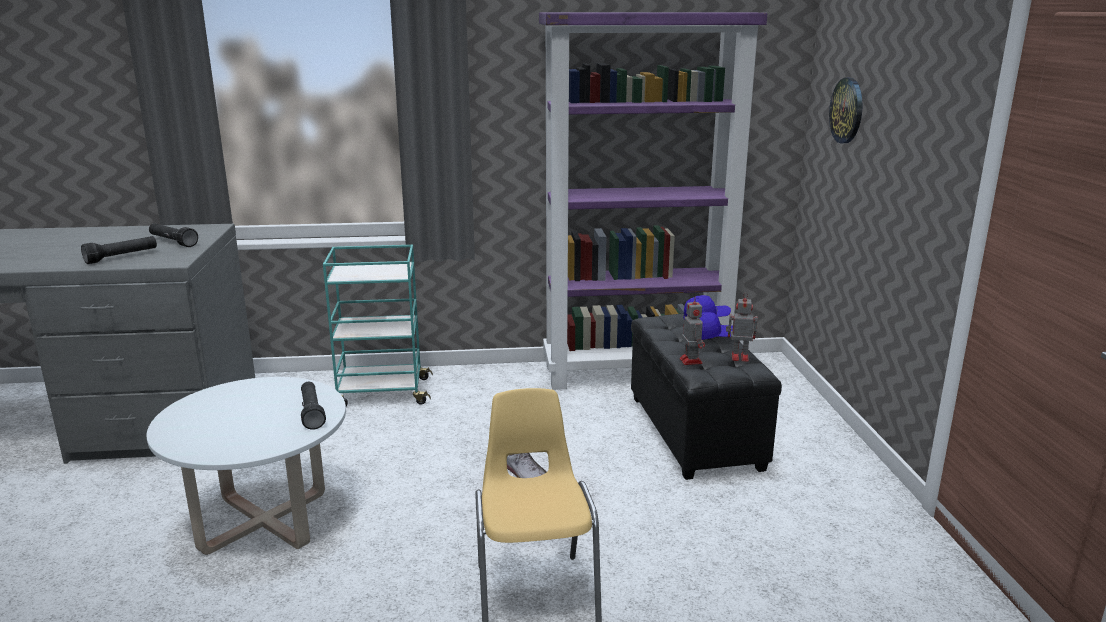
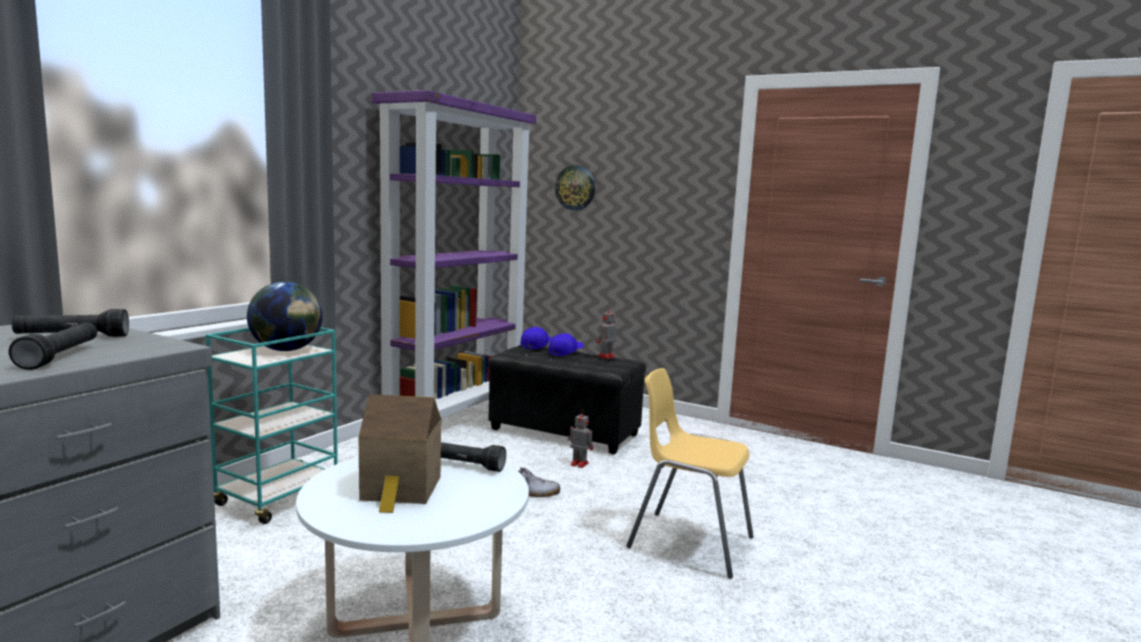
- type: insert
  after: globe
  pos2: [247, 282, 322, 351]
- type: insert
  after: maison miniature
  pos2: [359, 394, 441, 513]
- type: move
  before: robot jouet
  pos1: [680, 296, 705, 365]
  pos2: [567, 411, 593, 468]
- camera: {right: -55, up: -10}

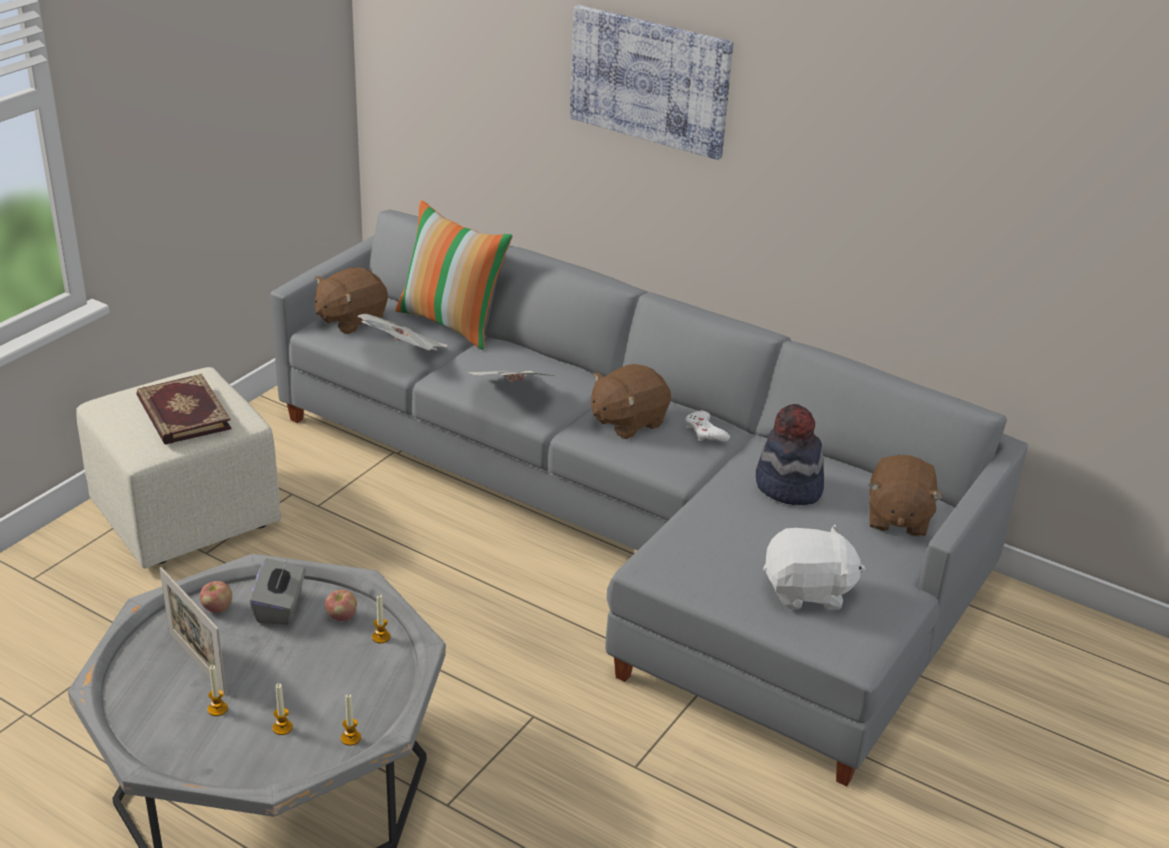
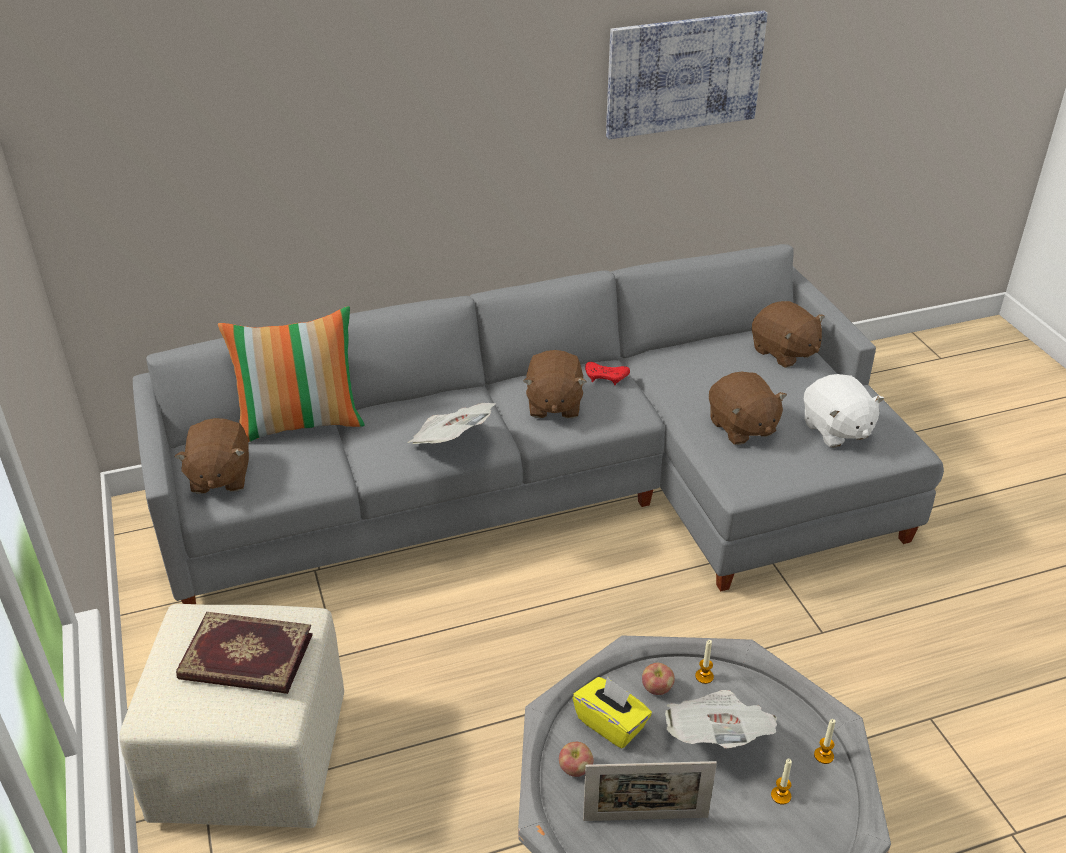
- type: delete
  before: bougie
  pos1: [208, 665, 228, 716]
- type: delete
  before: chapeau
  pos1: [756, 404, 824, 505]
- type: insert
  after: peluche (marron)
  pos2: [709, 372, 787, 445]
- type: move
  before: journal
  pos1: [358, 314, 448, 350]
  pos2: [665, 690, 777, 748]
- type: move
  before: tableau
  pos1: [570, 5, 733, 160]
  pos2: [606, 11, 768, 139]
- type: recolor
  before: boîte à mouchoirs (gris)
  after: boîte à mouchoirs (jaune)
  pos1: [250, 558, 305, 625]
  pos2: [572, 677, 652, 748]
- type: recolor
  before: manette (blanc)
  after: manette (rouge)
  pos1: [685, 411, 730, 442]
  pos2: [585, 362, 630, 385]
- type: rotate
  before: peluche (blanc)
  pos1: [763, 524, 865, 610]
  pos2: [804, 374, 884, 448]
  turn: 120
- camera: {right: -50, up: 5}

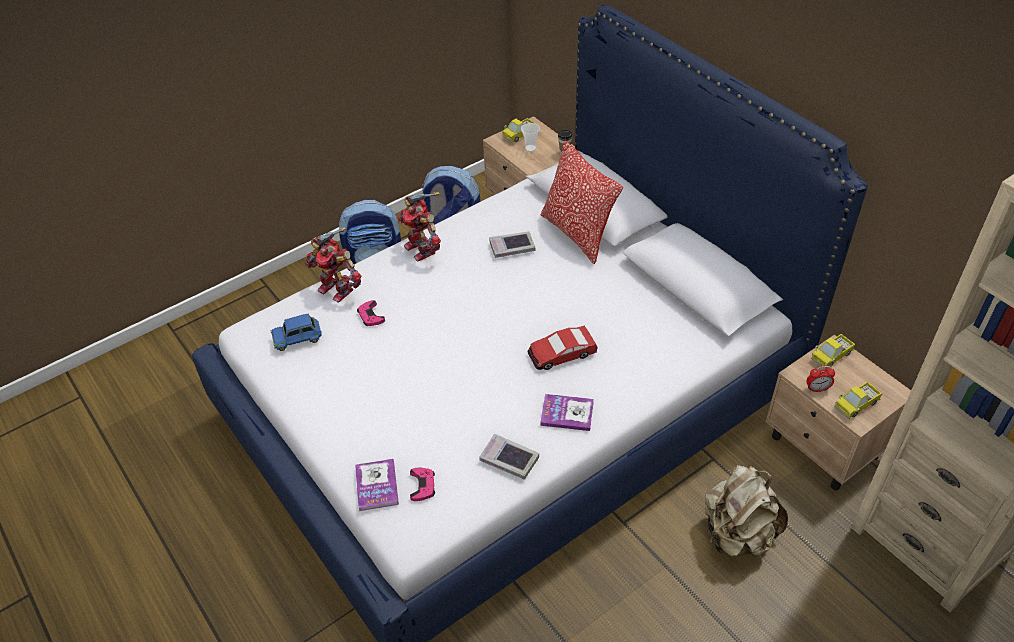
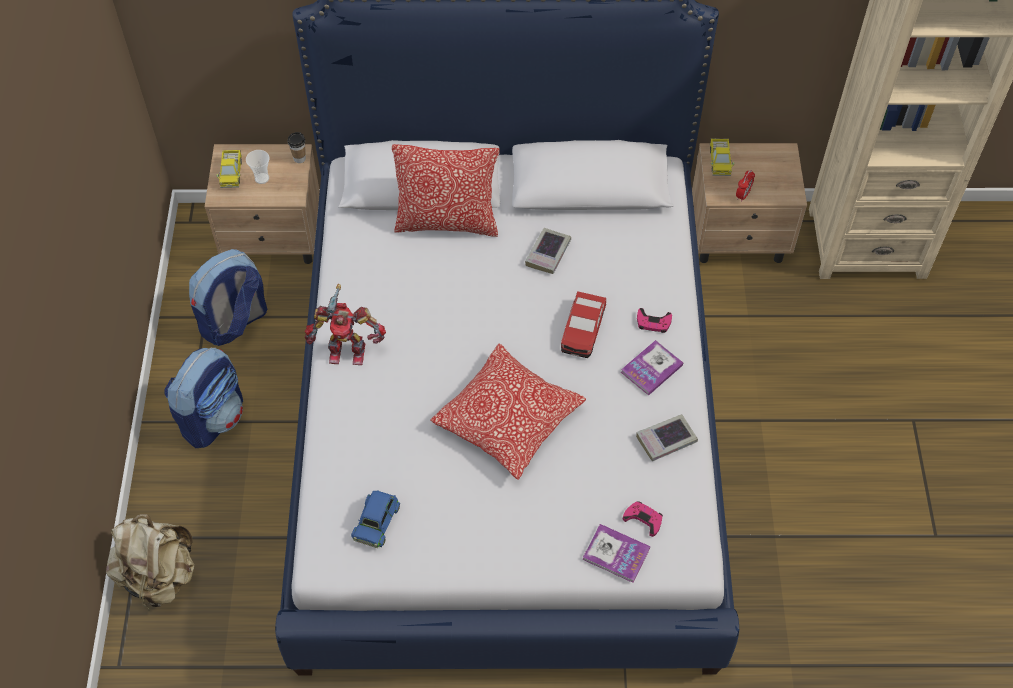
- type: delete
  before: robot jouet
  pos1: [305, 227, 361, 302]
- type: delete
  before: camion jouet
  pos1: [834, 382, 882, 419]
- type: insert
  after: coussin
  pos2: [431, 343, 586, 480]
- type: move
  before: manette (rose)
  pos1: [357, 300, 385, 326]
  pos2: [637, 308, 672, 333]
- type: move
  before: livre
  pos1: [489, 232, 536, 258]
  pos2: [525, 228, 571, 274]
- type: move
  before: sac à dos (beige)
  pos1: [705, 465, 788, 557]
  pos2: [106, 514, 194, 610]
- camera: {right: -55, up: 10}

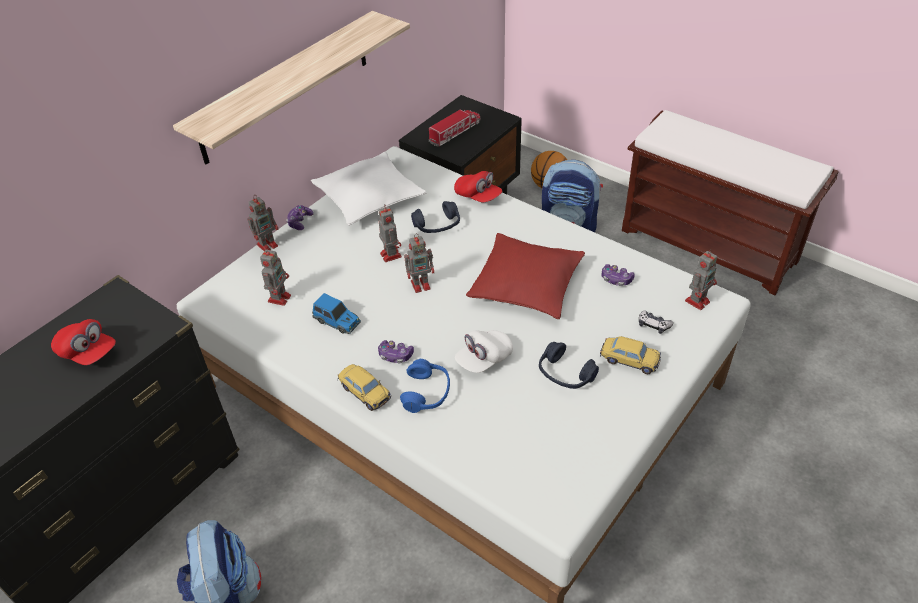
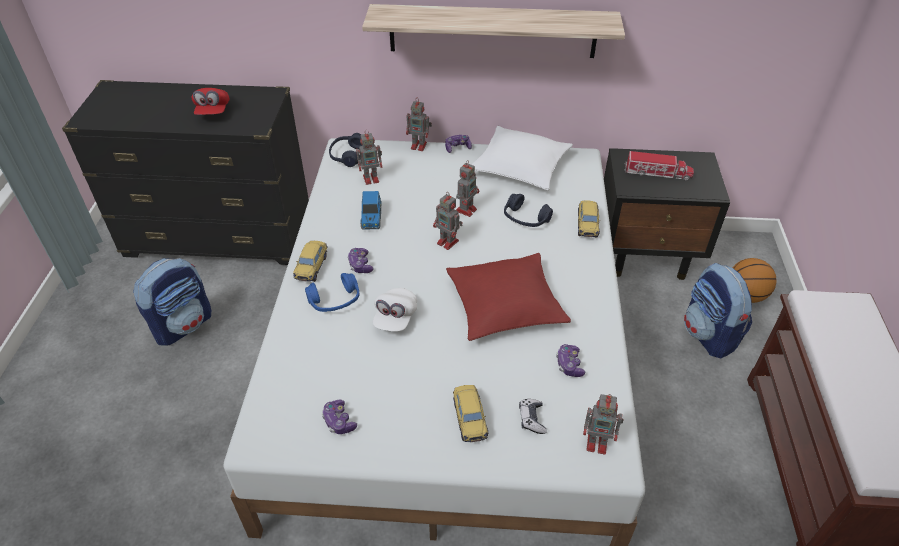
- type: insert
  after: manette
  pos2: [322, 400, 357, 434]
- type: move
  before: casque audio (bleu)
  pos1: [539, 342, 599, 389]
  pos2: [329, 133, 362, 167]
- type: replace
  before: casquette (rouge)
  after: petite voiture
  pos1: [454, 171, 502, 202]
  pos2: [578, 200, 600, 238]
- type: rotate
  before: casquette (blanc)
  pos1: [455, 330, 513, 373]
  pos2: [373, 288, 417, 331]
  turn: -90
- camera: {right: 55, up: 0}

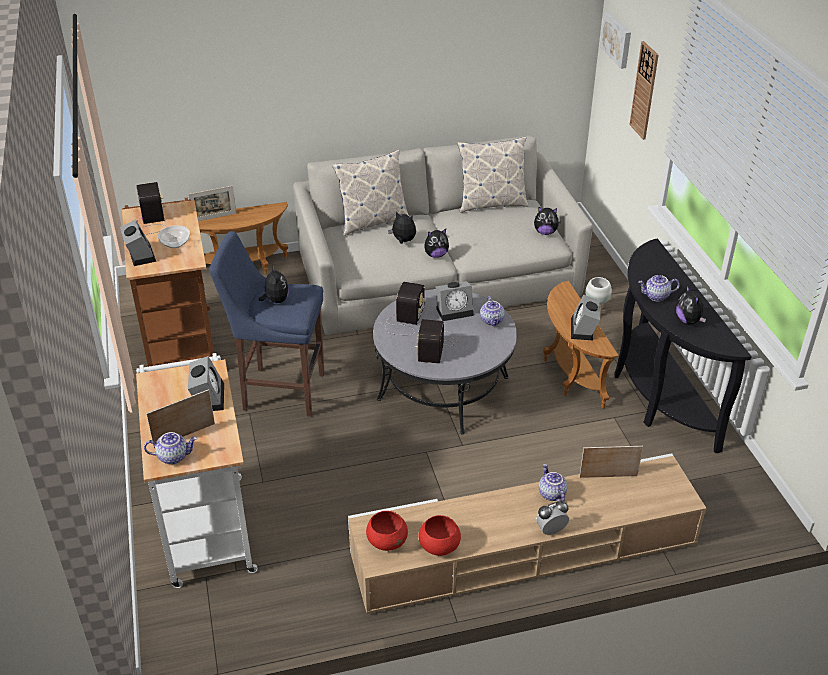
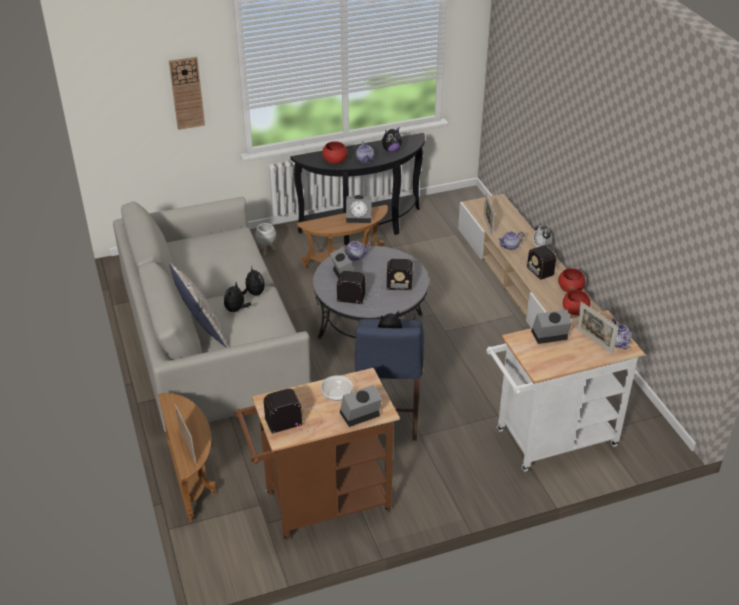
- type: delete
  before: coussin
  pos1: [457, 137, 528, 213]
- type: delete
  before: peluche
  pos1: [534, 207, 561, 235]
- type: delete
  before: tableau
  pos1: [600, 12, 631, 69]
- type: insert
  after: bol (rouge)
  pos2: [322, 141, 347, 164]
- type: insert
  after: radio
  pos2: [520, 245, 556, 280]
- camera: {right: -95, up: 0}

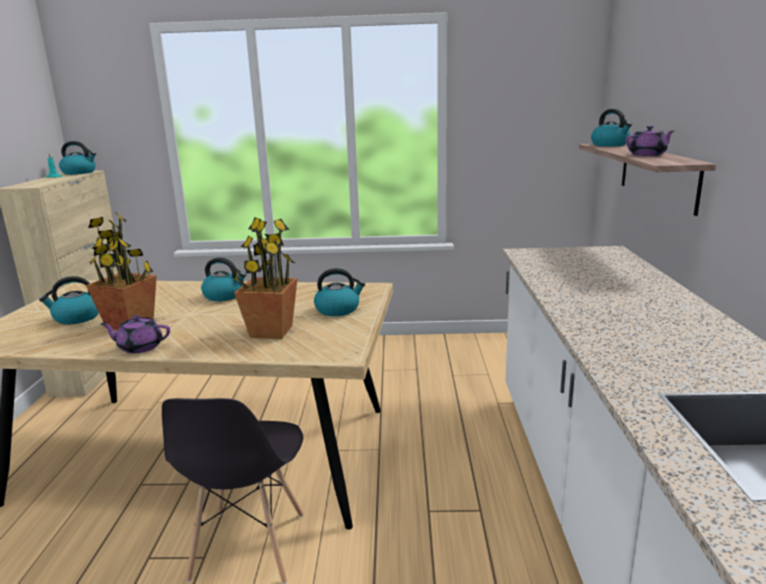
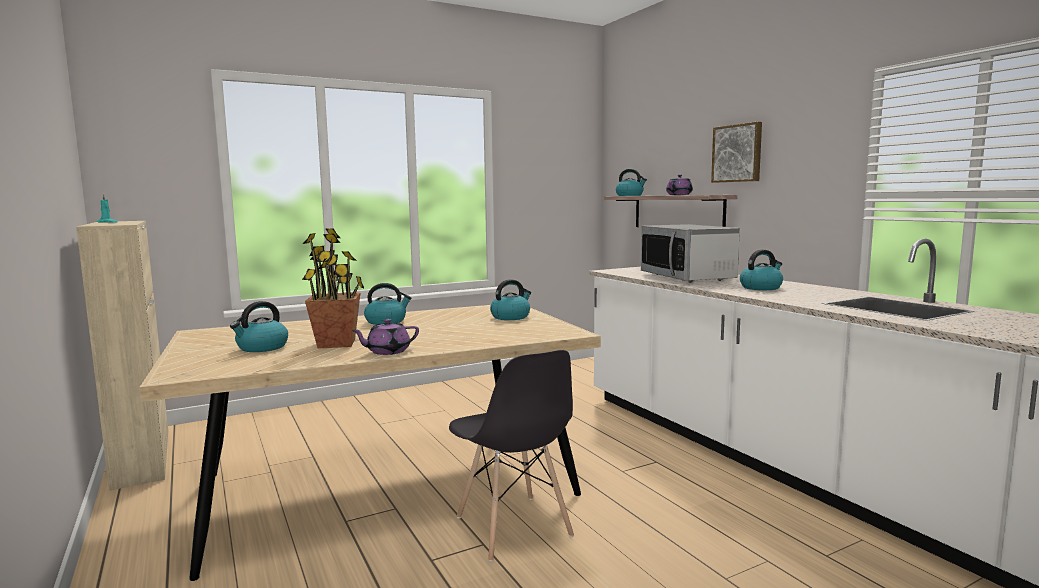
- type: delete
  before: plante en pot
  pos1: [234, 217, 298, 339]
- type: insert
  after: micro-ondes
  pos2: [641, 224, 740, 283]
- type: insert
  after: tableau
  pos2: [711, 122, 762, 183]
- type: move
  before: bouilloire
  pos1: [59, 141, 96, 175]
  pos2: [740, 250, 783, 290]
- camera: {right: -30, up: -10}

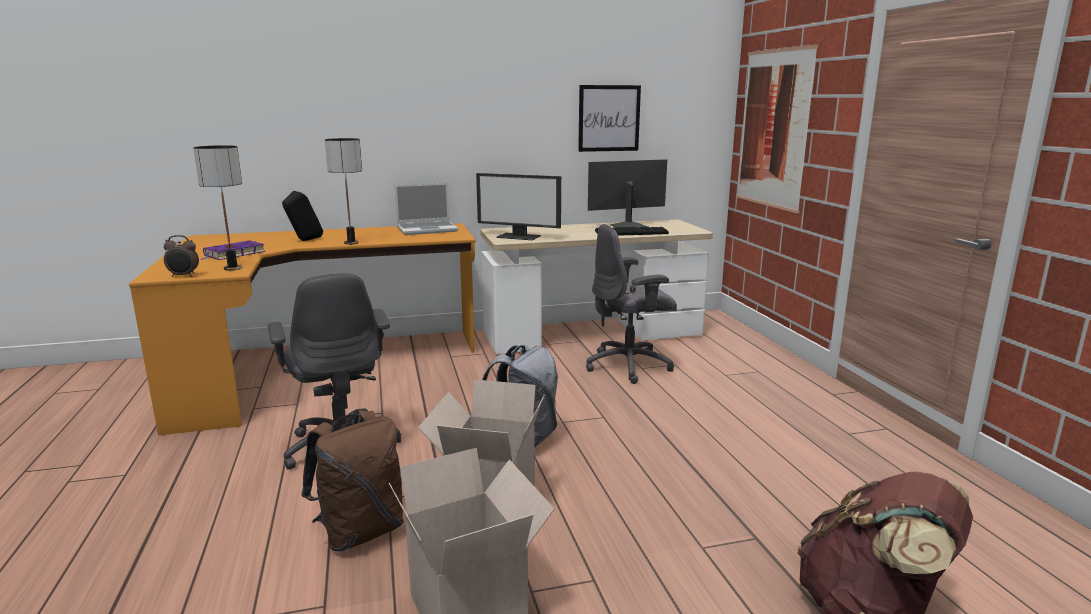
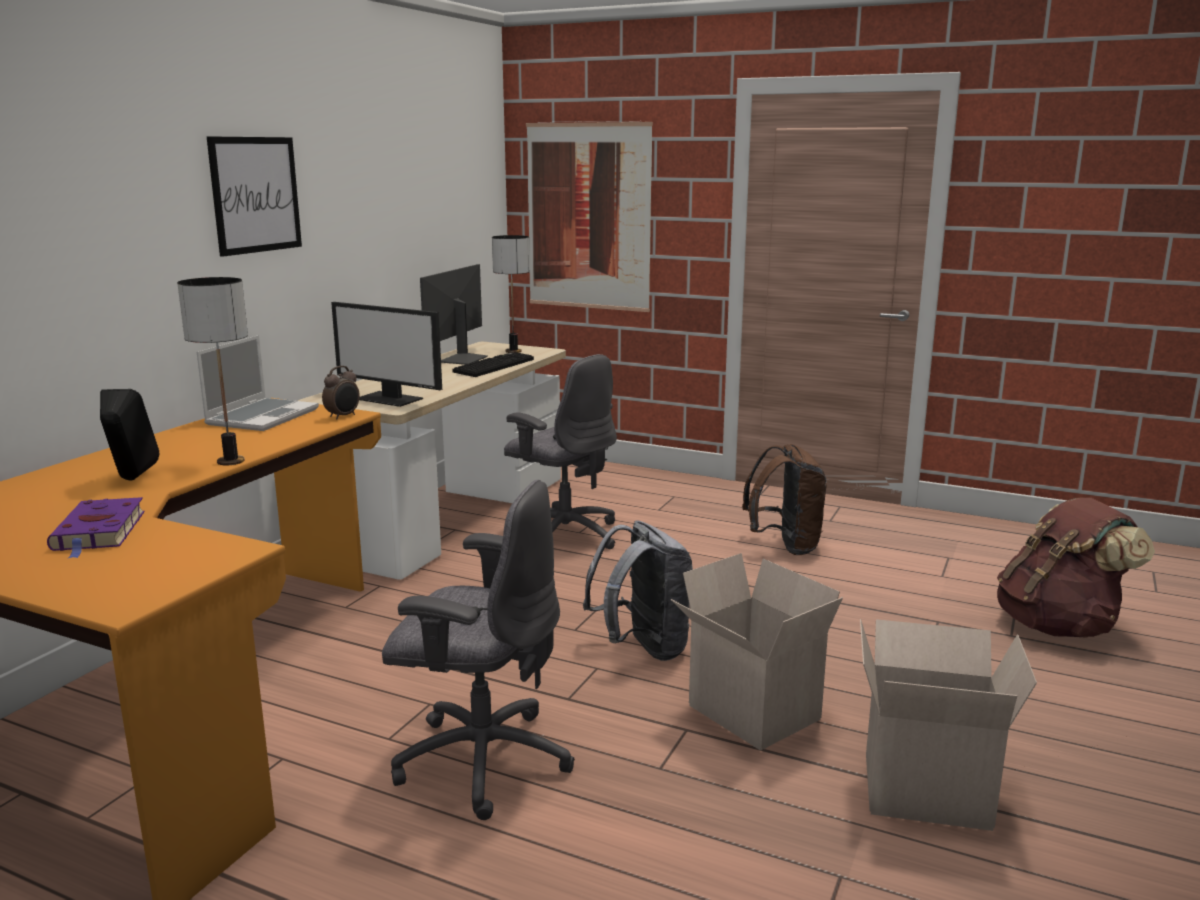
- type: move
  before: réveil
  pos1: [164, 235, 199, 277]
  pos2: [322, 366, 360, 420]
- type: move
  before: lampe de table
  pos1: [193, 145, 242, 271]
  pos2: [492, 235, 530, 353]
- type: move
  before: sac à dos (marron)
  pos1: [301, 410, 404, 551]
  pos2: [742, 444, 827, 555]
- type: move
  before: tableau
  pos1: [578, 85, 641, 152]
  pos2: [207, 136, 302, 257]
- type: rotate
  before: écran d'ordinateur
  pos1: [476, 173, 561, 240]
  pos2: [331, 302, 442, 407]
  turn: 60
- type: rotate
  before: chaise de bureau (gris)
  pos1: [586, 224, 677, 384]
  pos2: [504, 354, 617, 549]
  turn: -75
- camera: {right: -50, up: 0}

